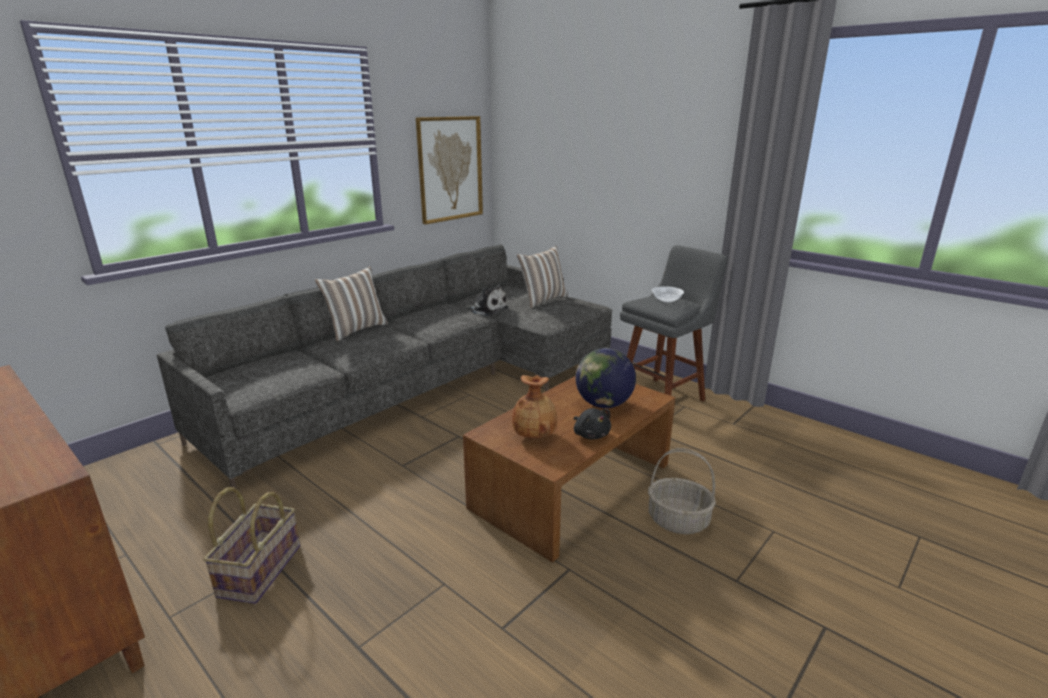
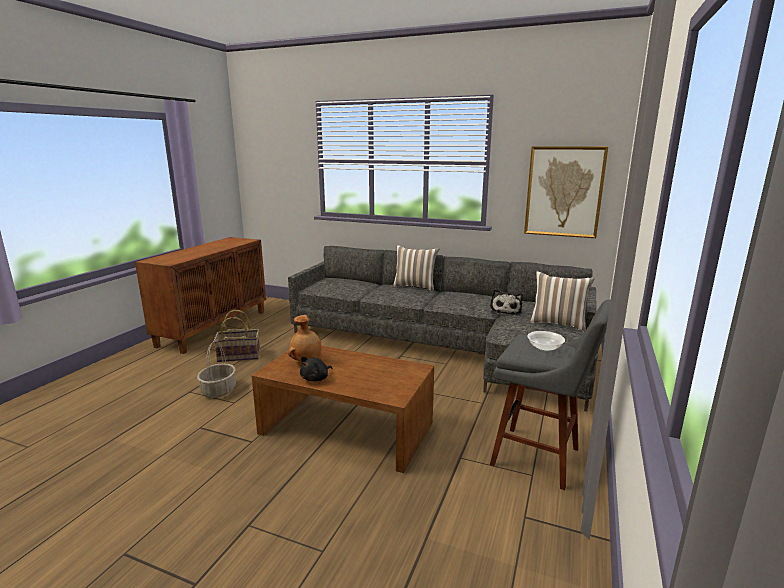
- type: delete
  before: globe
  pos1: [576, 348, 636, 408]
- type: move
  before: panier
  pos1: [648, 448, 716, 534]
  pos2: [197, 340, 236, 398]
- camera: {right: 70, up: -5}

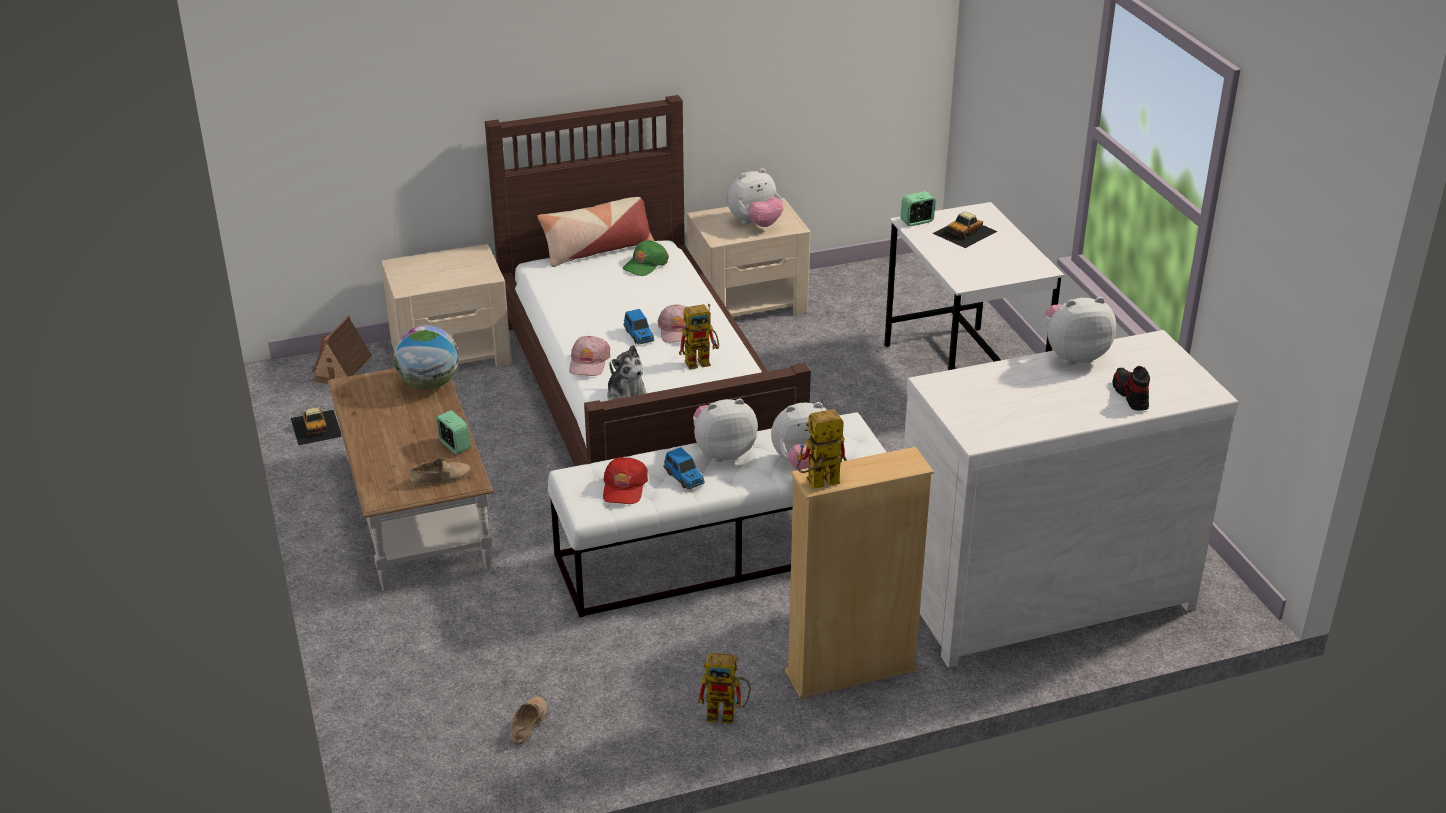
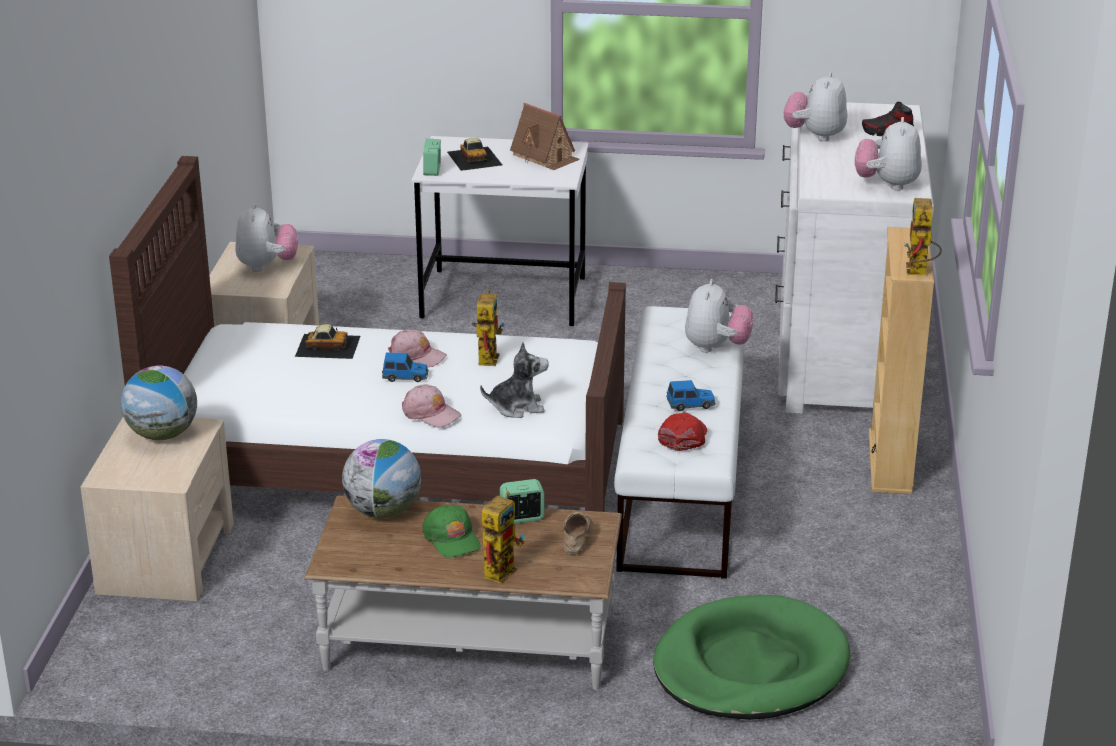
- type: delete
  before: chaussure (beige)
  pos1: [510, 696, 547, 745]
- type: delete
  before: coussin
  pos1: [537, 197, 655, 267]
- type: insert
  after: globe
  pos2: [121, 366, 197, 440]
- type: insert
  after: panier pour chien (vert)
  pos2: [653, 595, 850, 720]
- type: move
  before: petite voiture
  pos1: [291, 407, 342, 445]
  pos2: [295, 324, 360, 359]
- type: move
  before: maison miniature
  pos1: [311, 316, 372, 384]
  pos2: [510, 103, 580, 170]
- type: move
  before: casquette (vert)
  pos1: [623, 240, 669, 276]
  pos2: [422, 505, 481, 558]
- type: move
  before: peluche
  pos1: [693, 398, 758, 462]
  pos2: [855, 117, 922, 191]
- type: move
  before: robot jouet
  pos1: [697, 653, 751, 724]
  pos2: [482, 492, 525, 584]
- type: rotate
  before: casquette (rouge)
  pos1: [603, 457, 648, 504]
  pos2: [658, 412, 707, 451]
  turn: -105
- camera: {right: -65, up: -5}

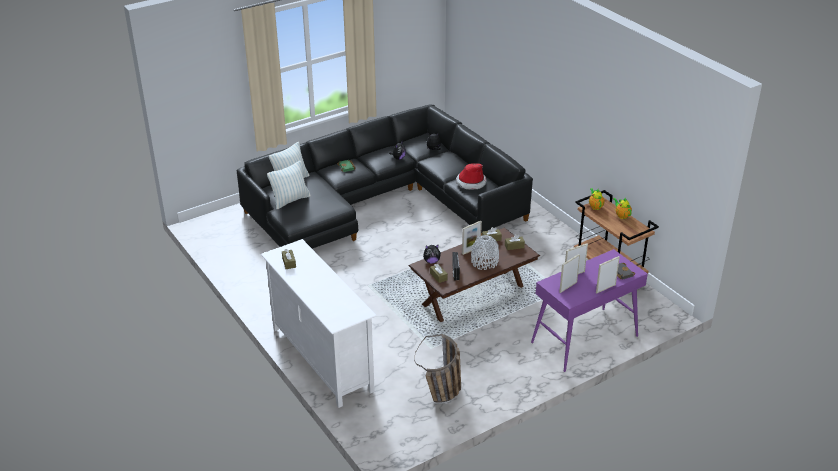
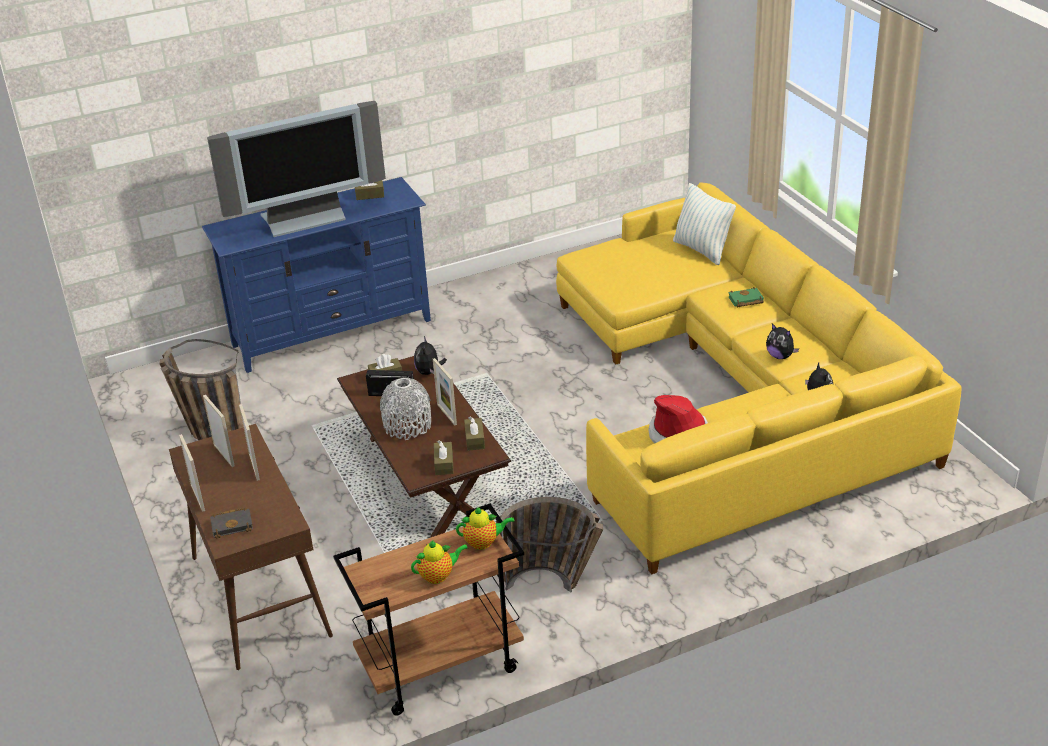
- type: delete
  before: coussin
  pos1: [267, 161, 311, 209]
- type: insert
  after: téléviseur
  pos2: [207, 101, 386, 237]
- type: insert
  after: panier
  pos2: [496, 497, 603, 592]
- type: recolor
  before: canapé (noir)
  after: canapé (jaune)
  pos1: [237, 104, 533, 249]
  pos2: [556, 183, 962, 575]
- type: recolor
  before: meuble télé (blanc)
  after: meuble télé (bleu)
  pos1: [261, 239, 377, 408]
  pos2: [202, 177, 431, 373]
- type: recolor
  before: table console (violet)
  after: table console (marron)
  pos1: [531, 249, 648, 372]
  pos2: [169, 424, 333, 670]
- camera: {right: 100, up: 0}

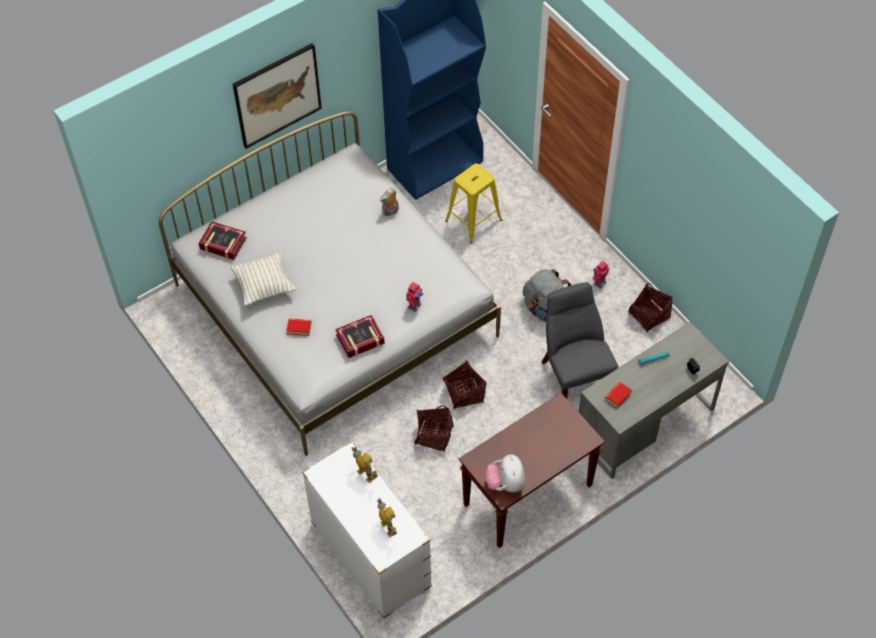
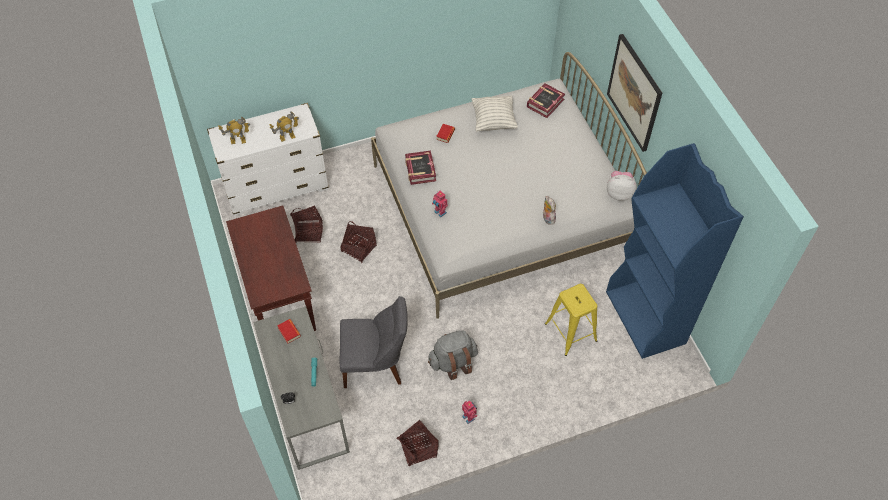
- type: move
  before: panier
  pos1: [443, 360, 486, 409]
  pos2: [290, 206, 323, 242]
- type: move
  before: peluche
  pos1: [486, 454, 525, 492]
  pos2: [607, 171, 637, 201]
- camera: {right: 105, up: 0}

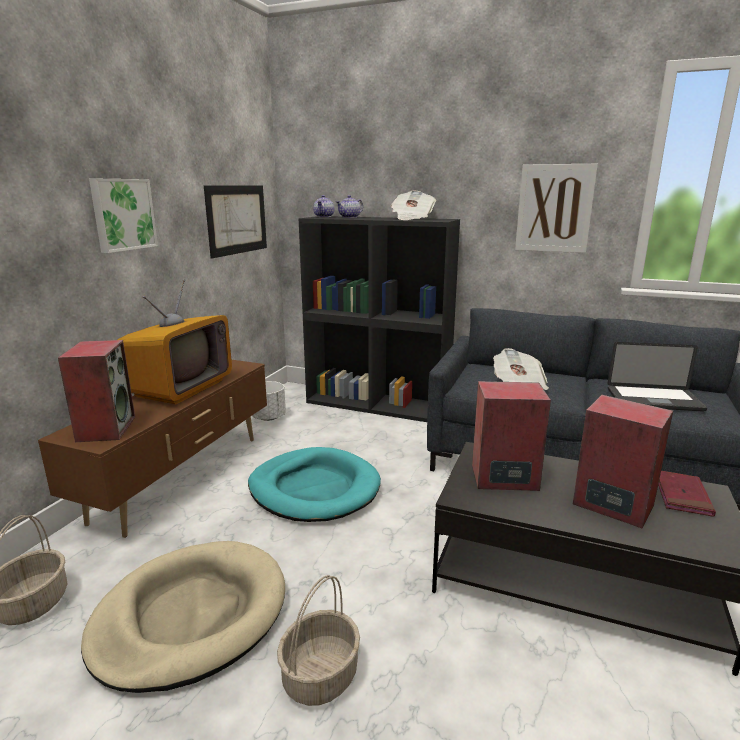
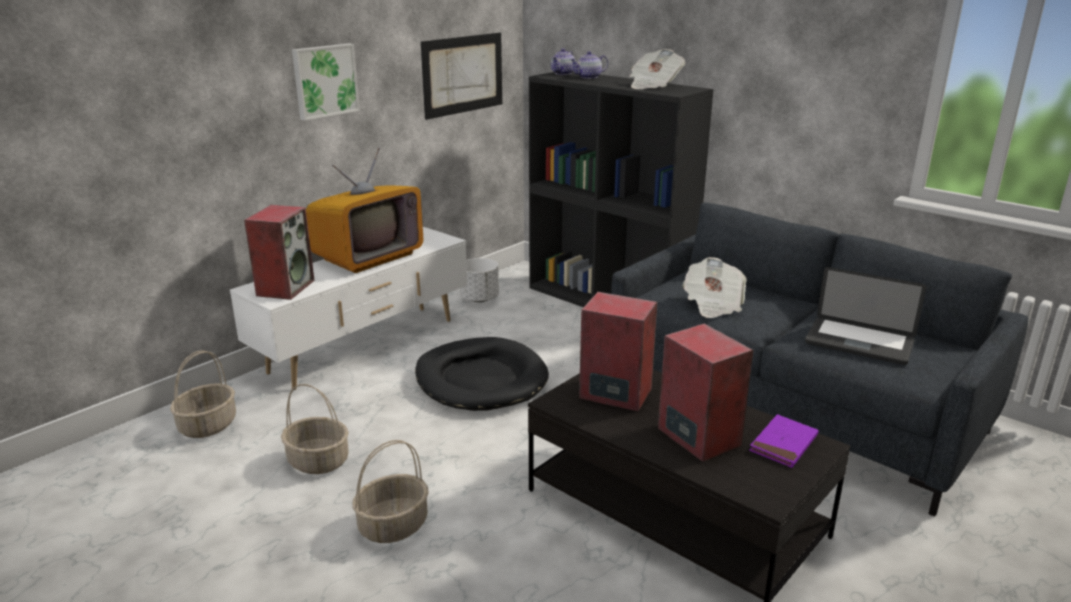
- type: delete
  before: tableau
  pos1: [515, 164, 598, 253]
- type: replace
  before: panier pour chien (beige)
  after: panier
  pos1: [81, 541, 285, 693]
  pos2: [281, 384, 349, 474]
- type: recolor
  before: meuble télé (marron)
  after: meuble télé (blanc)
  pos1: [38, 360, 267, 538]
  pos2: [230, 227, 467, 390]
- type: recolor
  before: panier pour chien (turquoise)
  after: panier pour chien (noir)
  pos1: [248, 447, 381, 522]
  pos2: [415, 337, 549, 411]
- type: recolor
  before: livre (rouge)
  after: livre (violet)
  pos1: [658, 471, 716, 517]
  pos2: [749, 414, 818, 468]
- camera: {right: 20, up: 5}

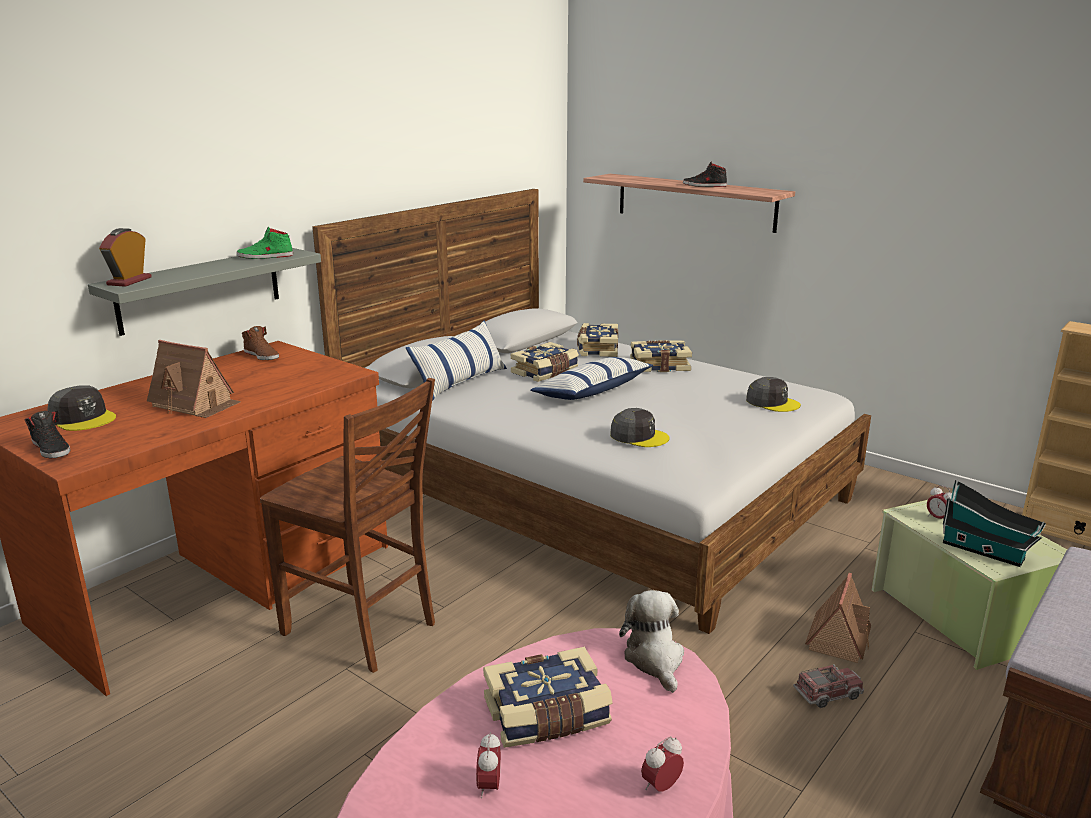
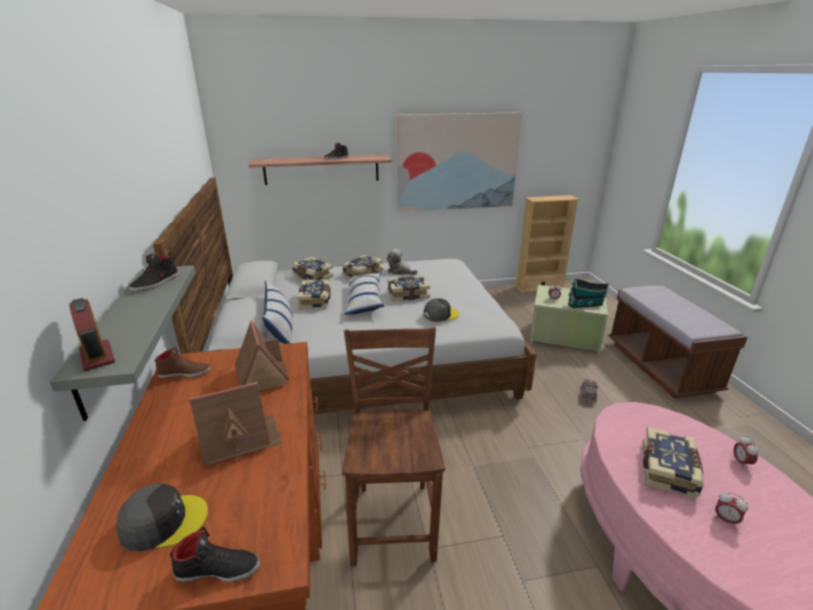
- type: delete
  before: casquette (gris)
  pos1: [746, 377, 801, 412]
- type: insert
  after: livre
  pos2: [387, 276, 430, 302]
- type: insert
  after: tableau
  pos2: [397, 112, 522, 212]
- type: move
  before: peluche
  pos1: [619, 590, 684, 693]
  pos2: [387, 249, 418, 275]
- type: move
  before: maison miniature
  pos1: [805, 573, 871, 663]
  pos2: [235, 320, 289, 391]
- type: recolor
  before: chaussure (vert)
  after: chaussure (noir)
  pos1: [237, 226, 293, 259]
  pos2: [129, 254, 178, 291]
- type: rotate
  before: chaise (marron)
  pos1: [260, 378, 435, 673]
  pos2: [342, 327, 445, 566]
  turn: -75
- camera: {right: -50, up: 5}

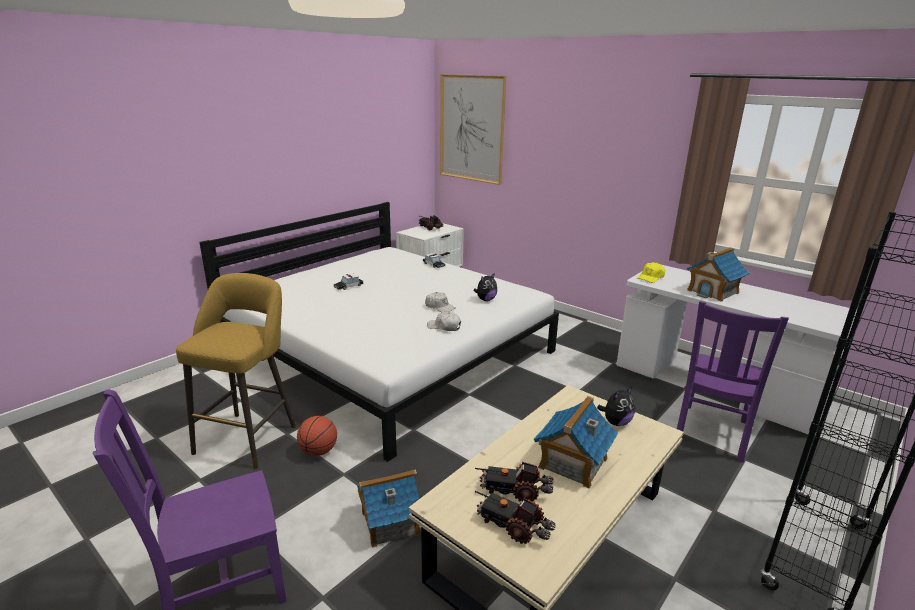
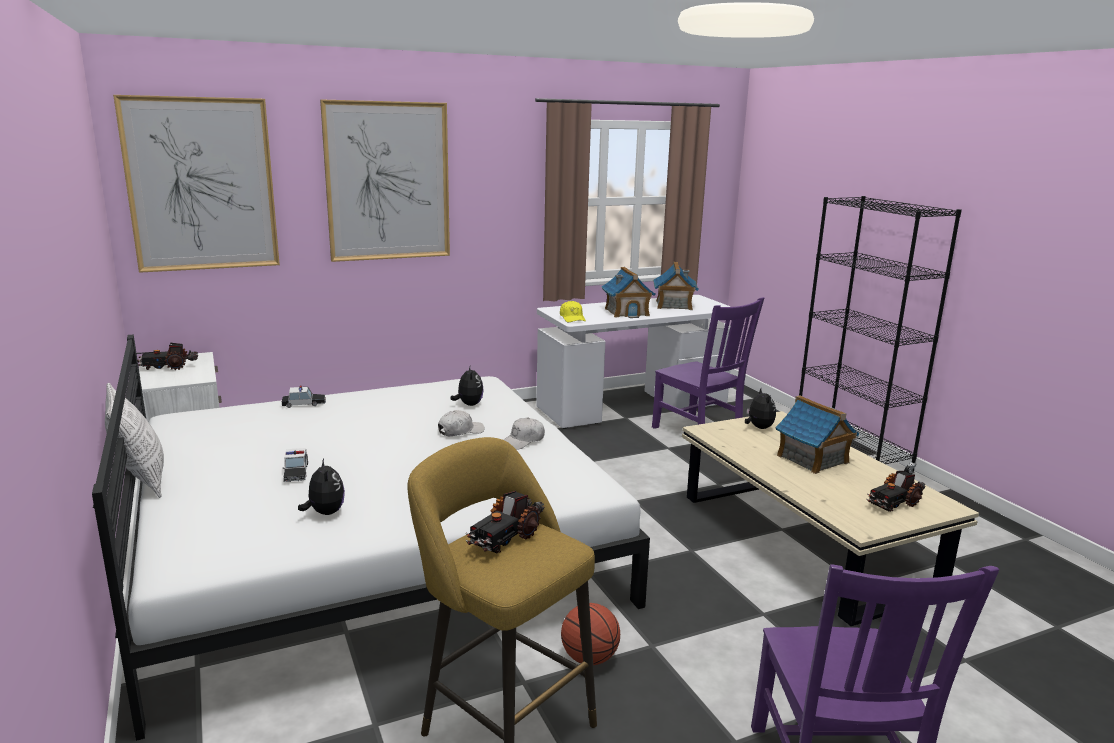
- type: insert
  after: coussin
  pos2: [105, 383, 164, 498]
- type: insert
  after: peluche
  pos2: [298, 458, 345, 515]
- type: insert
  after: tableau
  pos2: [320, 99, 450, 262]
- type: move
  before: maison miniature
  pos1: [357, 469, 420, 548]
  pos2: [653, 262, 699, 310]
- type: move
  before: camion jouet
  pos1: [475, 462, 553, 502]
  pos2: [465, 491, 545, 553]
- camera: {right: -65, up: -5}

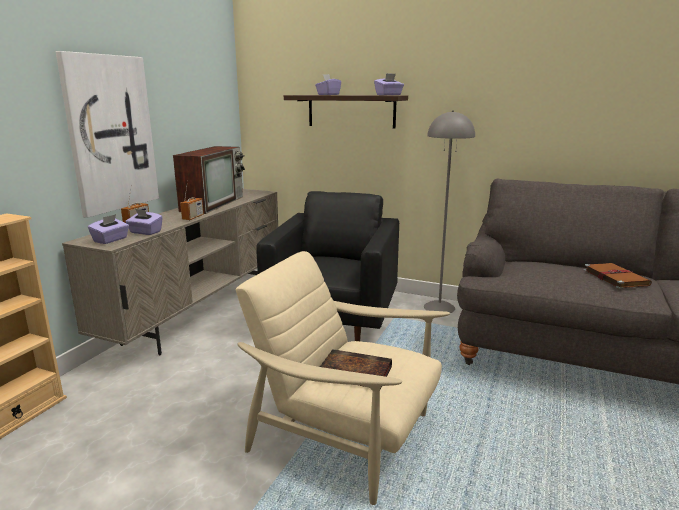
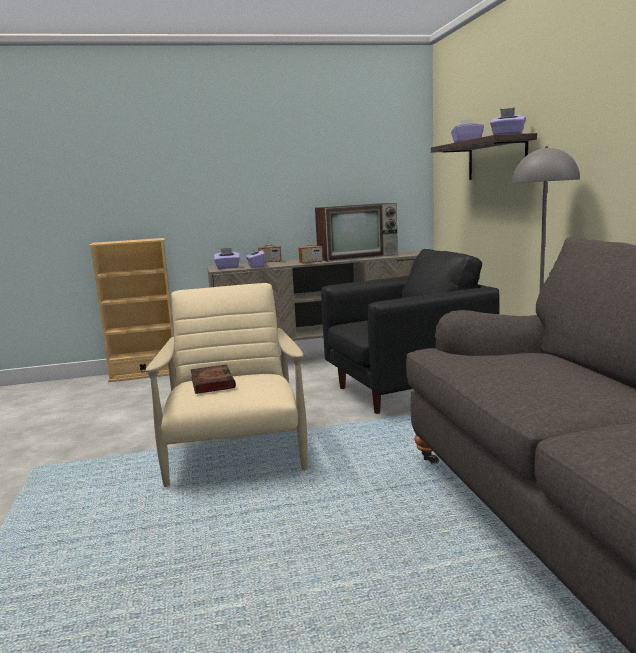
- type: delete
  before: tableau
  pos1: [56, 51, 159, 218]
- type: delete
  before: livre (marron)
  pos1: [584, 263, 652, 289]
- camera: {right: 55, up: -5}

